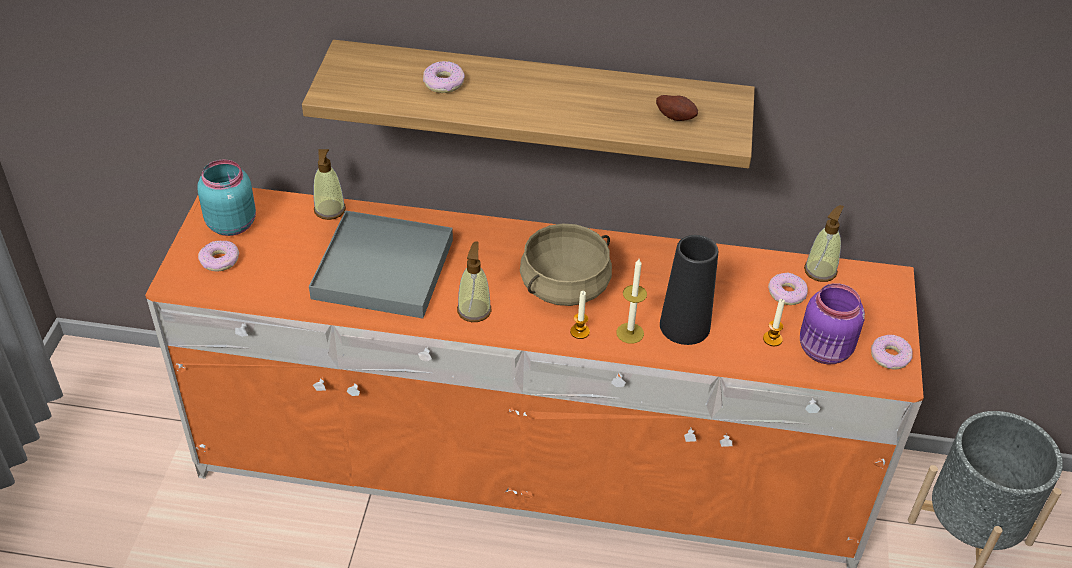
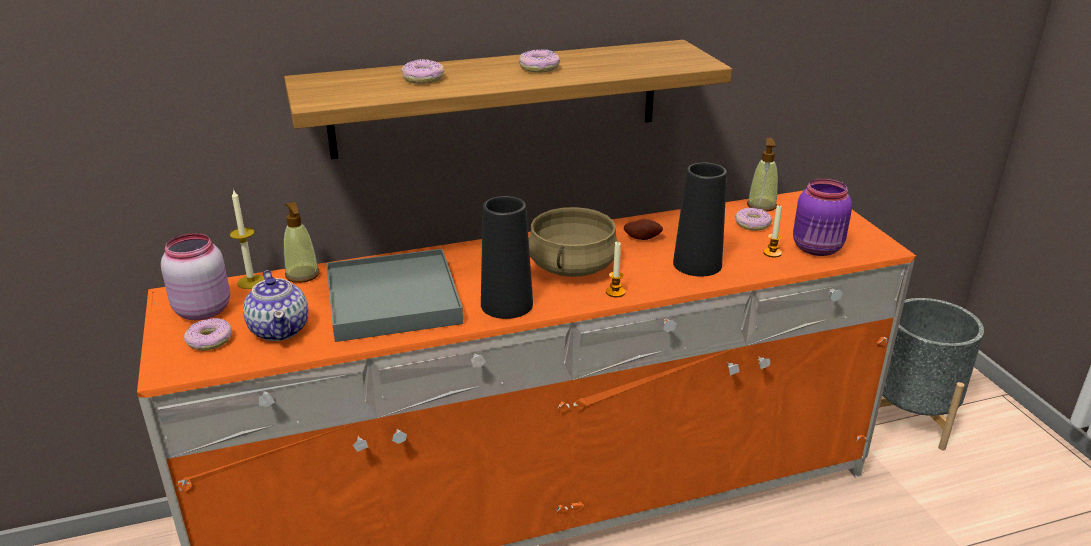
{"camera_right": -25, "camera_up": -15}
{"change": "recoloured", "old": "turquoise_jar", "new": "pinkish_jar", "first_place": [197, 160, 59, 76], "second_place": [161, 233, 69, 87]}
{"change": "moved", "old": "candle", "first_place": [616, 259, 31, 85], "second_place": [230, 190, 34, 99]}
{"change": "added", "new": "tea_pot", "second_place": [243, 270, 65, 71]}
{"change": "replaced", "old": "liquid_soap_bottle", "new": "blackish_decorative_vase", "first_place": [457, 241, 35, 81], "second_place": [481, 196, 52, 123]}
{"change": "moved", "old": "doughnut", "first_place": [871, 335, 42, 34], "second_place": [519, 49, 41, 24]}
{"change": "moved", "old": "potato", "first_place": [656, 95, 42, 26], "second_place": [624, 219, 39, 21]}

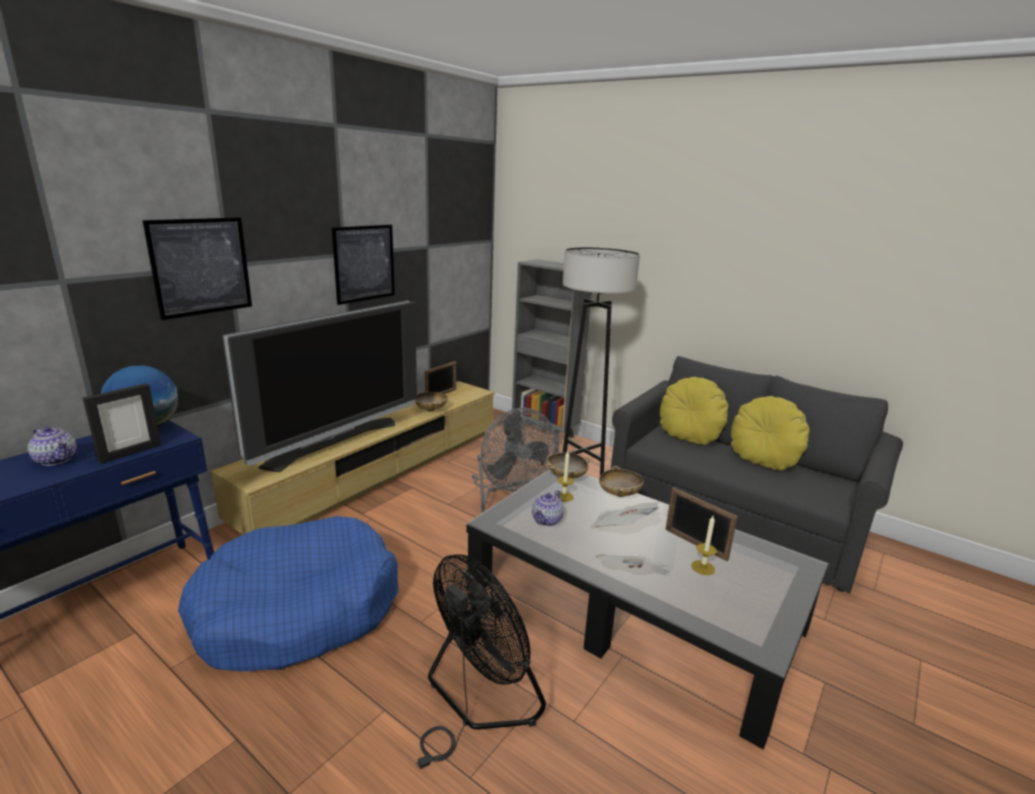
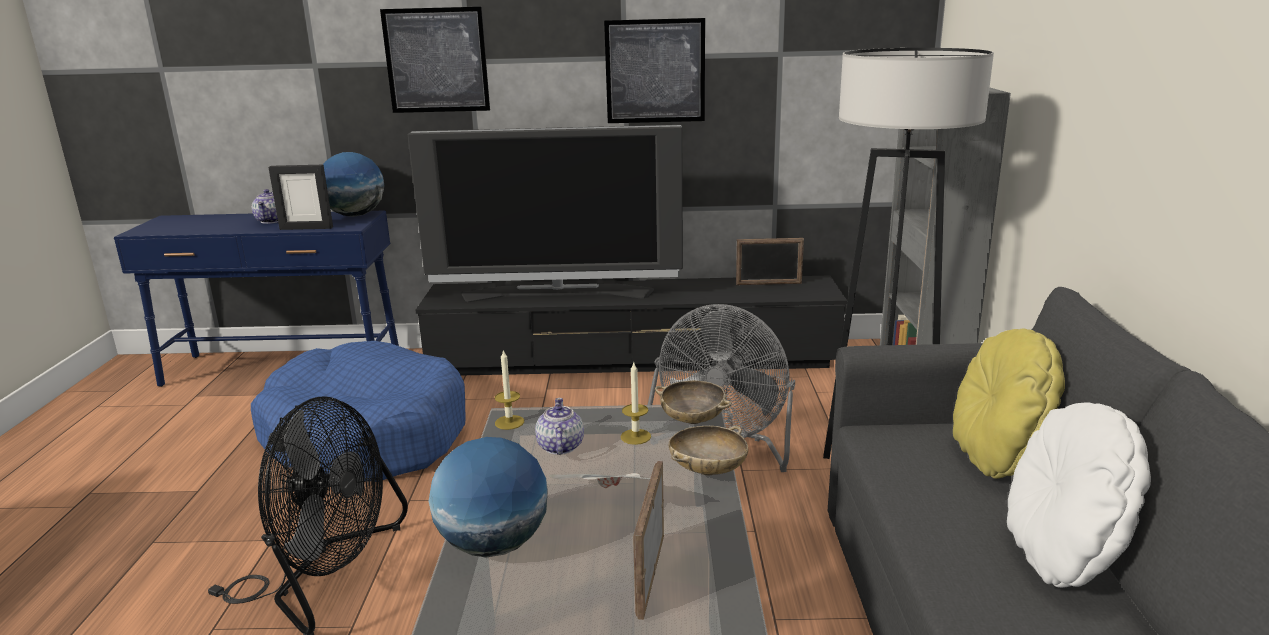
{"camera_right": 55, "camera_up": 0}
{"change": "recoloured", "old": "beige-coloured_tv_stand", "new": "blackish_tv_stand", "first_place": [211, 381, 283, 154], "second_place": [416, 276, 431, 100]}
{"change": "replaced", "old": "newspaper", "new": "desk_globe", "first_place": [595, 554, 74, 14], "second_place": [429, 437, 119, 121]}
{"change": "moved", "old": "candle", "first_place": [691, 516, 26, 59], "second_place": [495, 349, 29, 81]}
{"change": "turned", "old": "tea_pot", "first_place": [532, 490, 32, 36], "second_place": [535, 398, 49, 57], "degrees": 90}
{"change": "recoloured", "old": "yellowish_pillow", "new": "whitish_pillow", "first_place": [731, 396, 78, 75], "second_place": [1007, 402, 144, 186]}
{"change": "removed", "old": "beige-coloured_serving_bowl", "first_place": [415, 391, 32, 20]}

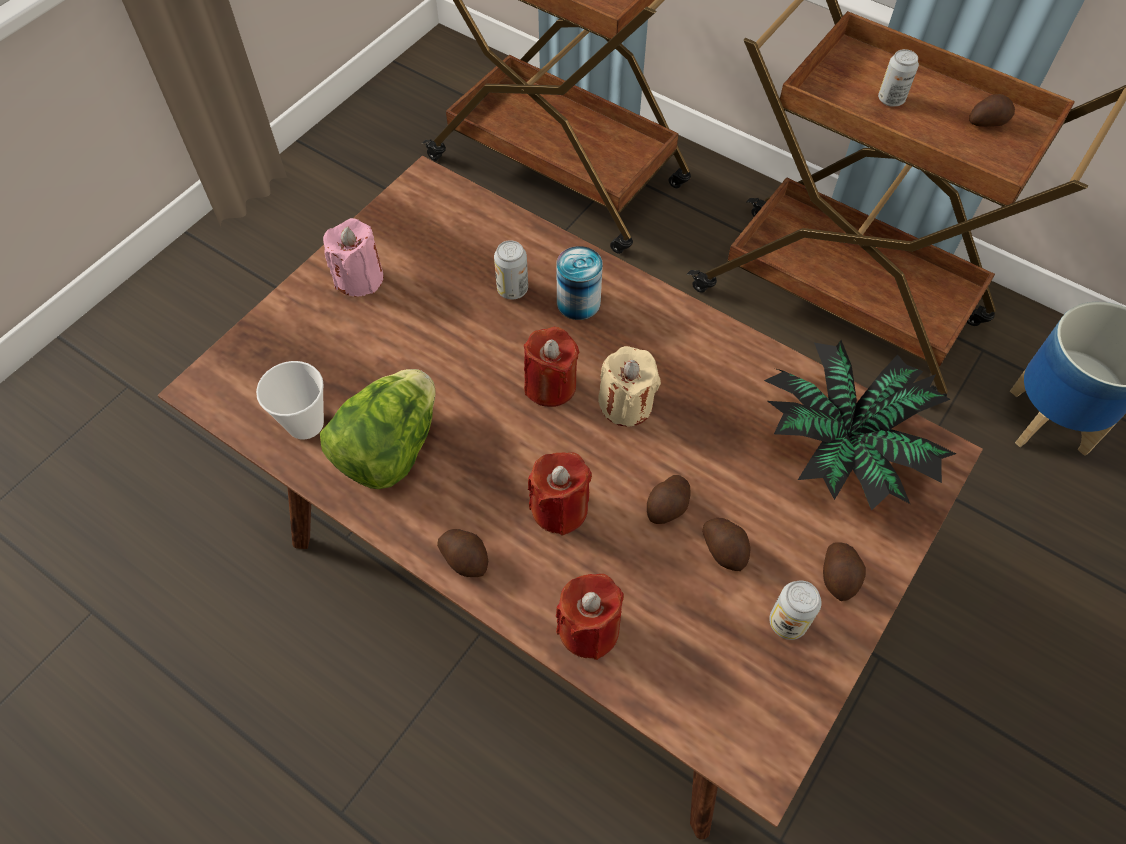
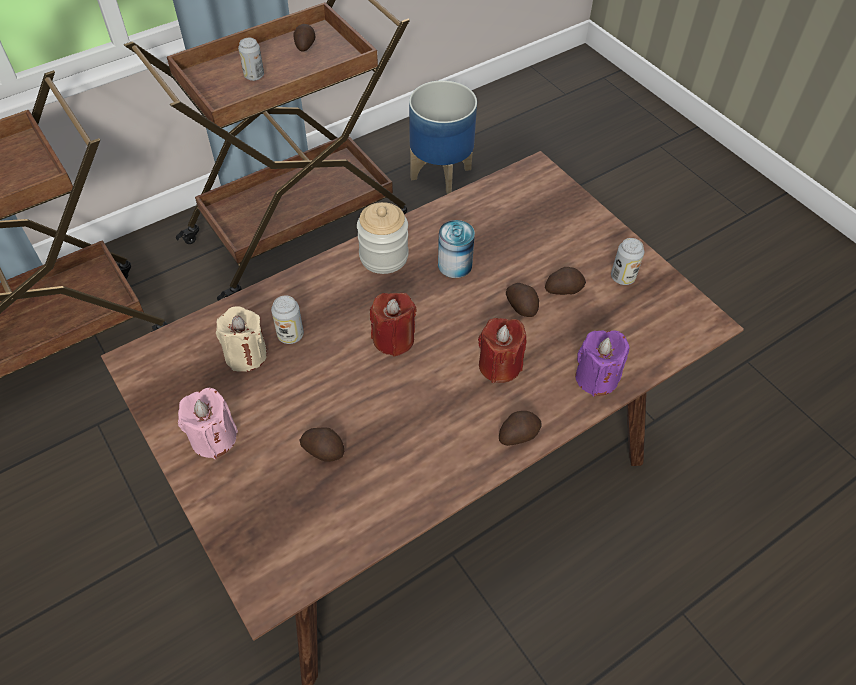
{"camera_right": -70, "camera_up": -5}
{"change": "moved", "old": "beige-coloured_candle", "first_place": [598, 346, 63, 81], "second_place": [216, 307, 51, 65]}
{"change": "moved", "old": "potato", "first_place": [823, 542, 43, 59], "second_place": [299, 427, 45, 35]}
{"change": "added", "new": "jar", "second_place": [357, 202, 52, 72]}
{"change": "moved", "old": "can", "first_place": [557, 246, 46, 74], "second_place": [438, 220, 37, 58]}
{"change": "recoloured", "old": "reddish_candle", "new": "purplish_candle", "first_place": [556, 574, 68, 86], "second_place": [575, 330, 54, 67]}
{"change": "removed", "old": "drinking_cup", "first_place": [256, 361, 68, 79]}
{"change": "removed", "old": "head_of_lettuce", "first_place": [320, 369, 116, 120]}
{"change": "removed", "old": "houseplant", "first_place": [764, 340, 192, 171]}

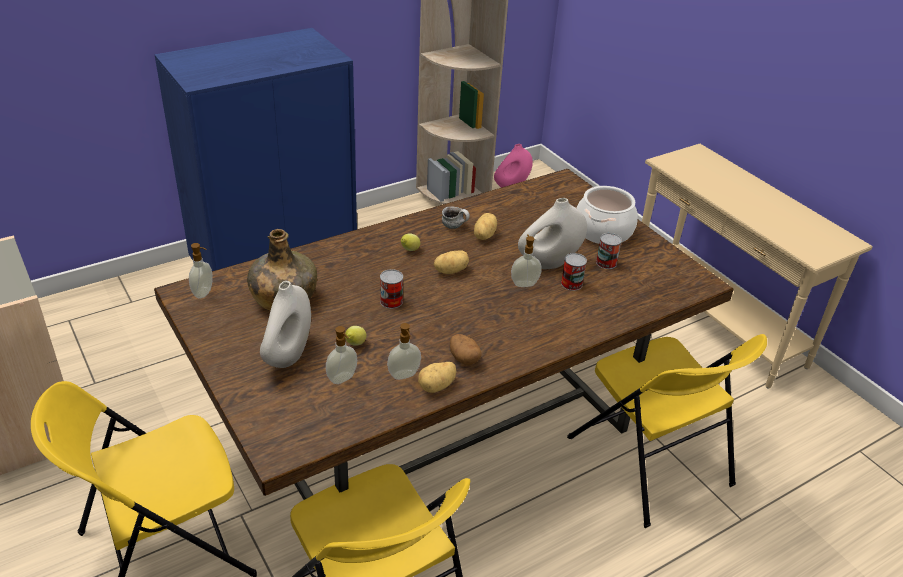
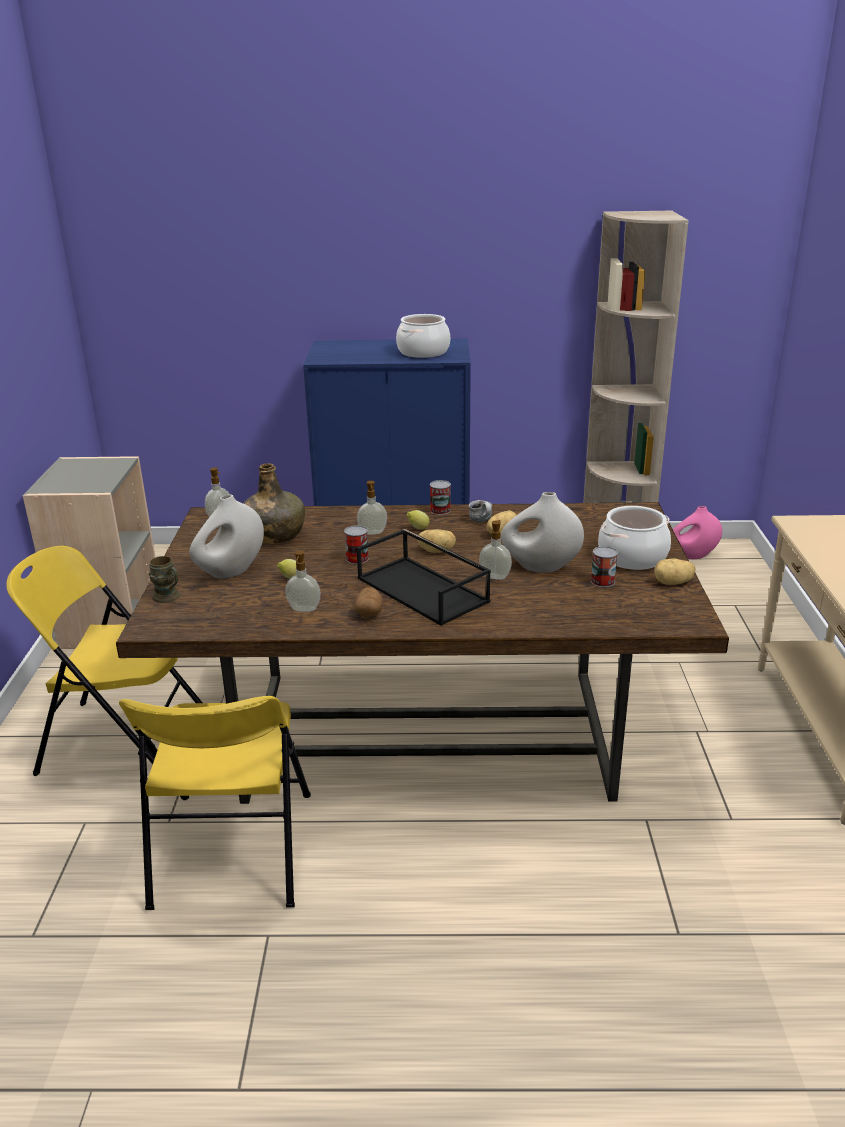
{"camera_right": 35, "camera_up": -10}
{"change": "added", "new": "brown-coloured_coffee_mug", "second_place": [149, 556, 31, 47]}
{"change": "moved", "old": "liquid_soap_bottle", "first_place": [326, 326, 31, 58], "second_place": [357, 481, 30, 54]}
{"change": "added", "new": "blackish_tray", "second_place": [357, 529, 134, 97]}
{"change": "added", "new": "saucepot", "second_place": [396, 314, 54, 44]}
{"change": "moved", "old": "can", "first_place": [561, 253, 26, 38], "second_place": [430, 480, 21, 35]}
{"change": "moved", "old": "potato", "first_place": [418, 362, 39, 31], "second_place": [654, 558, 41, 27]}
{"change": "removed", "old": "yellowish_plain_chair", "first_place": [567, 334, 200, 194]}

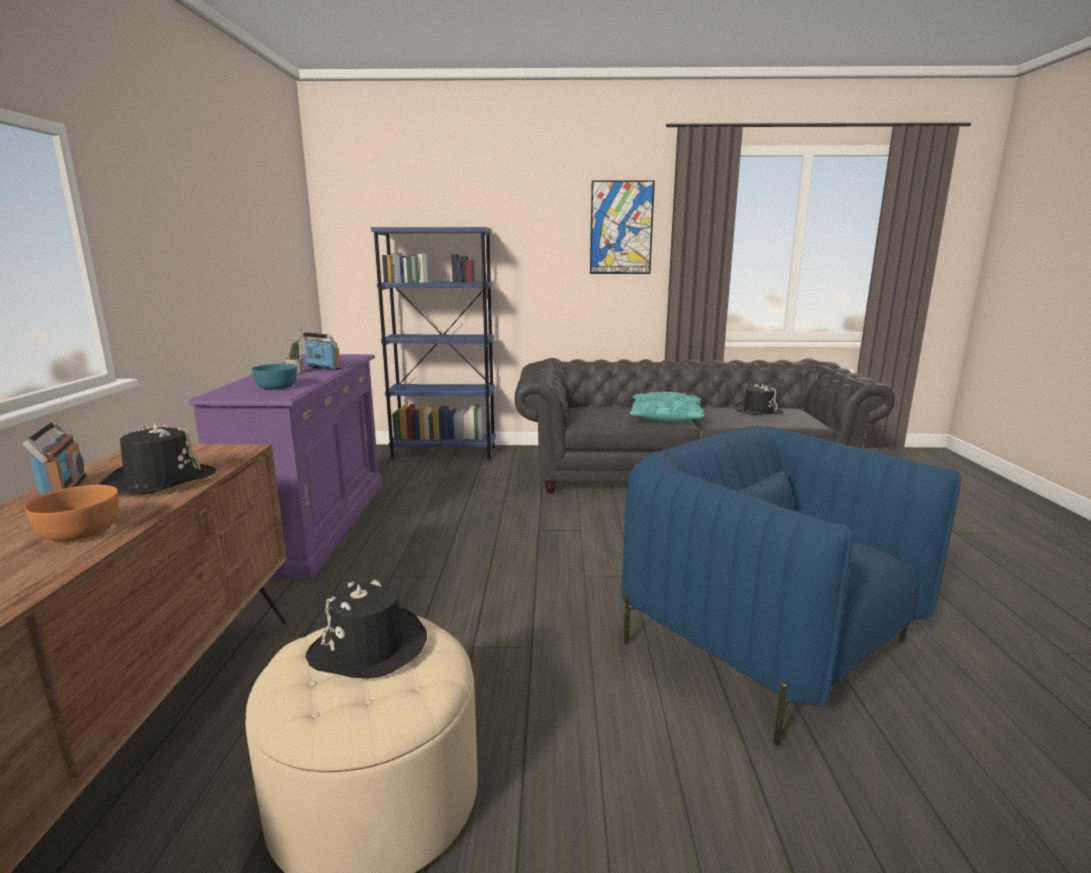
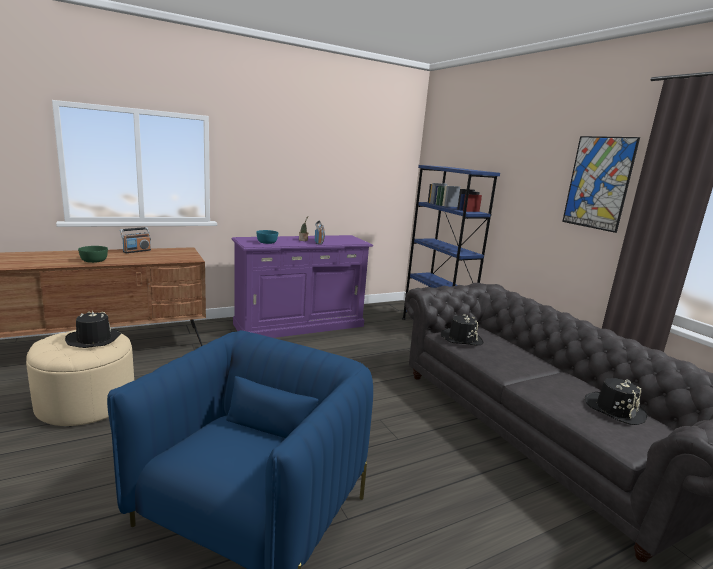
{"camera_right": 60, "camera_up": 0}
{"change": "recoloured", "old": "orange-coloured_serving_bowl", "new": "green-coloured_serving_bowl", "first_place": [25, 485, 93, 57], "second_place": [78, 246, 30, 17]}
{"change": "moved", "old": "blackish_wearable_hat", "first_place": [99, 422, 117, 73], "second_place": [441, 314, 42, 31]}
{"change": "removed", "old": "turquoise_pillow", "first_place": [630, 391, 75, 31]}

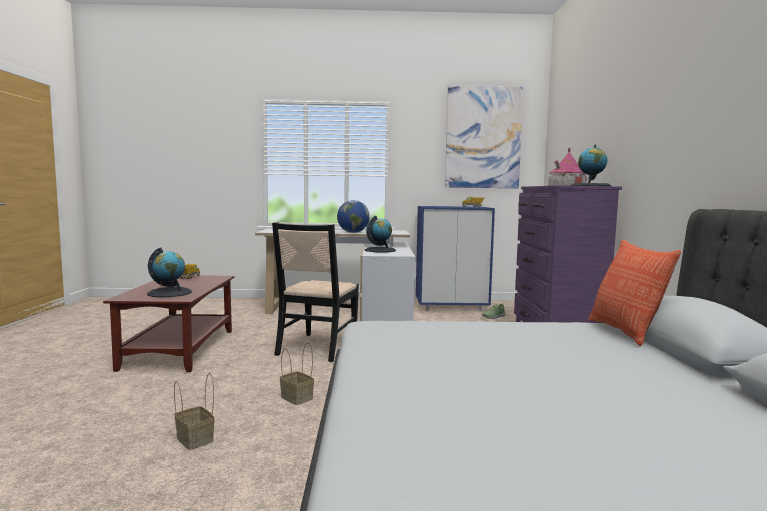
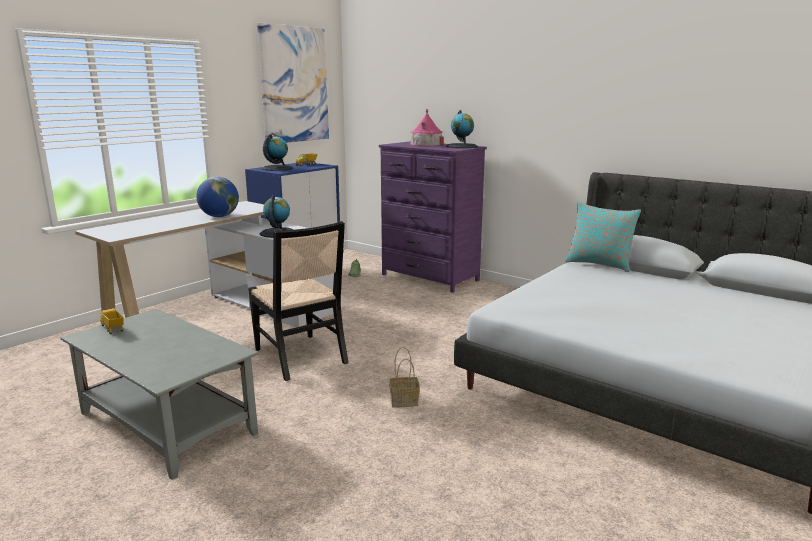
{"camera_right": -50, "camera_up": 10}
{"change": "recoloured", "old": "brown-coloured_coffee_table", "new": "greyish_coffee_table", "first_place": [103, 275, 131, 97], "second_place": [61, 309, 197, 171]}
{"change": "moved", "old": "desk_globe", "first_place": [147, 248, 45, 49], "second_place": [262, 134, 31, 37]}
{"change": "recoloured", "old": "orange-coloured_pillow", "new": "turquoise_pillow", "first_place": [588, 239, 93, 107], "second_place": [565, 202, 76, 70]}
{"change": "removed", "old": "basket", "first_place": [174, 373, 40, 77]}

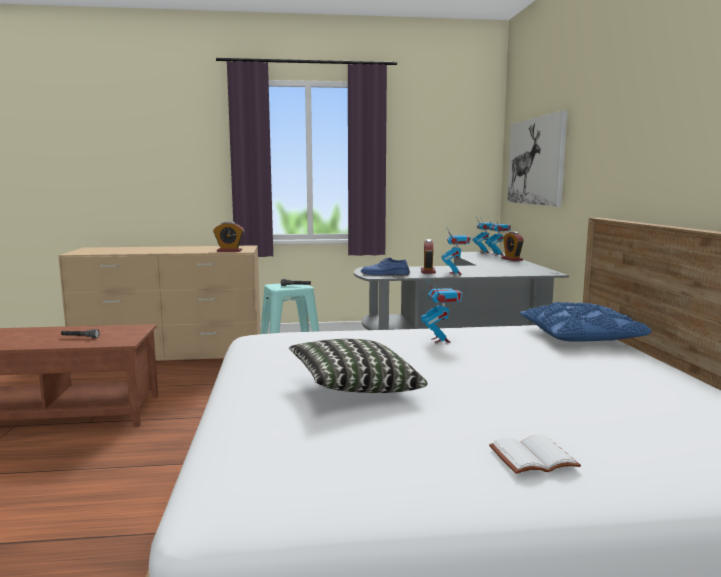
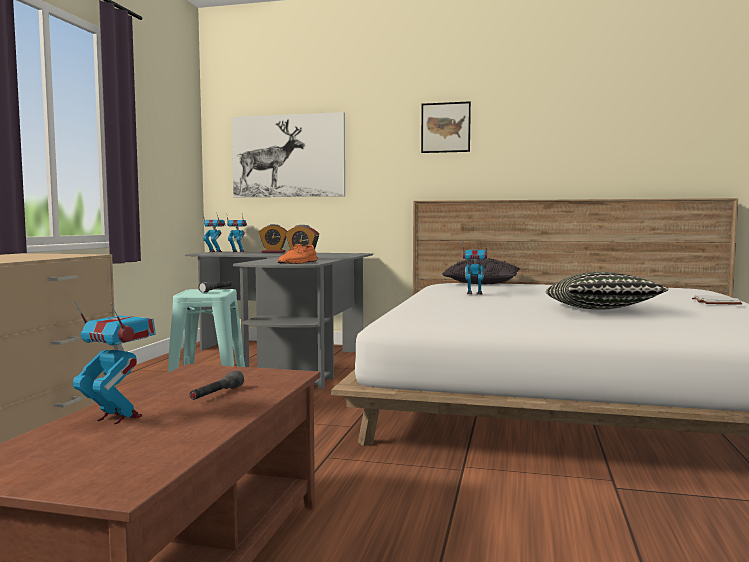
{"camera_right": -70, "camera_up": -5}
{"change": "moved", "old": "robot_figure", "first_place": [441, 227, 30, 48], "second_place": [73, 301, 83, 123]}
{"change": "recoloured", "old": "blue-coloured_low_shoe", "new": "orange-coloured_low_shoe", "first_place": [361, 258, 49, 18], "second_place": [278, 244, 39, 20]}
{"change": "added", "new": "picture", "second_place": [421, 101, 50, 52]}
{"change": "recoloured", "old": "blue-coloured_pillow", "new": "blackish_pillow", "first_place": [520, 302, 132, 40], "second_place": [442, 258, 78, 26]}
{"change": "removed", "old": "alarm_clock", "first_place": [213, 222, 31, 30]}

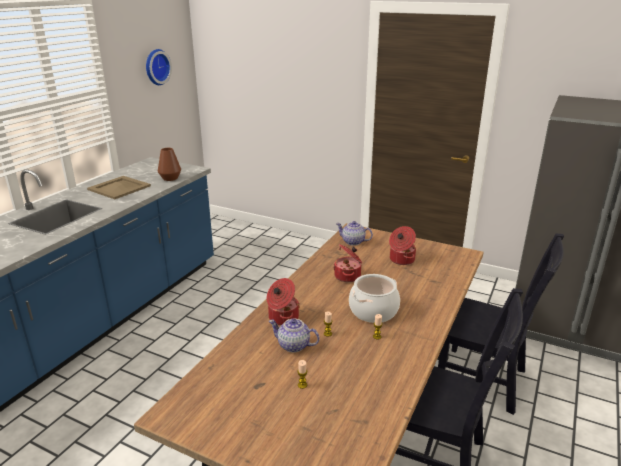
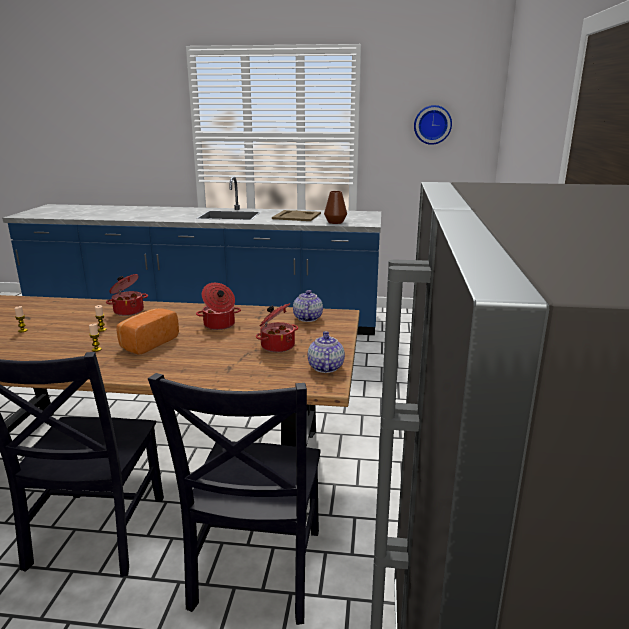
{"camera_right": 70, "camera_up": -5}
{"change": "replaced", "old": "saucepot", "new": "baked_bread", "first_place": [349, 274, 51, 49], "second_place": [116, 308, 63, 46]}
{"change": "moved", "old": "tea_pot", "first_place": [269, 319, 51, 34], "second_place": [308, 331, 37, 42]}

